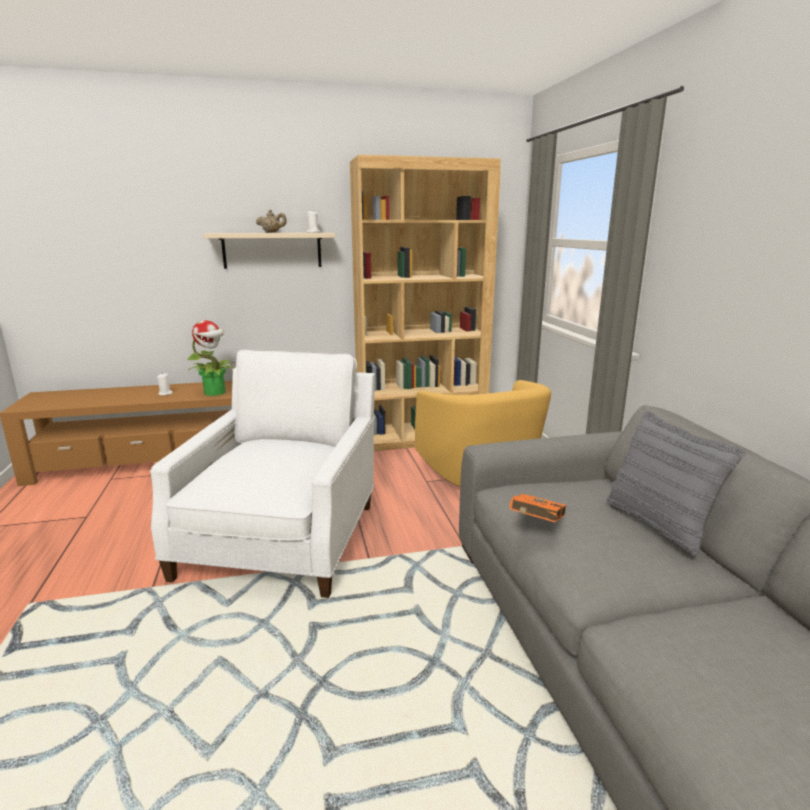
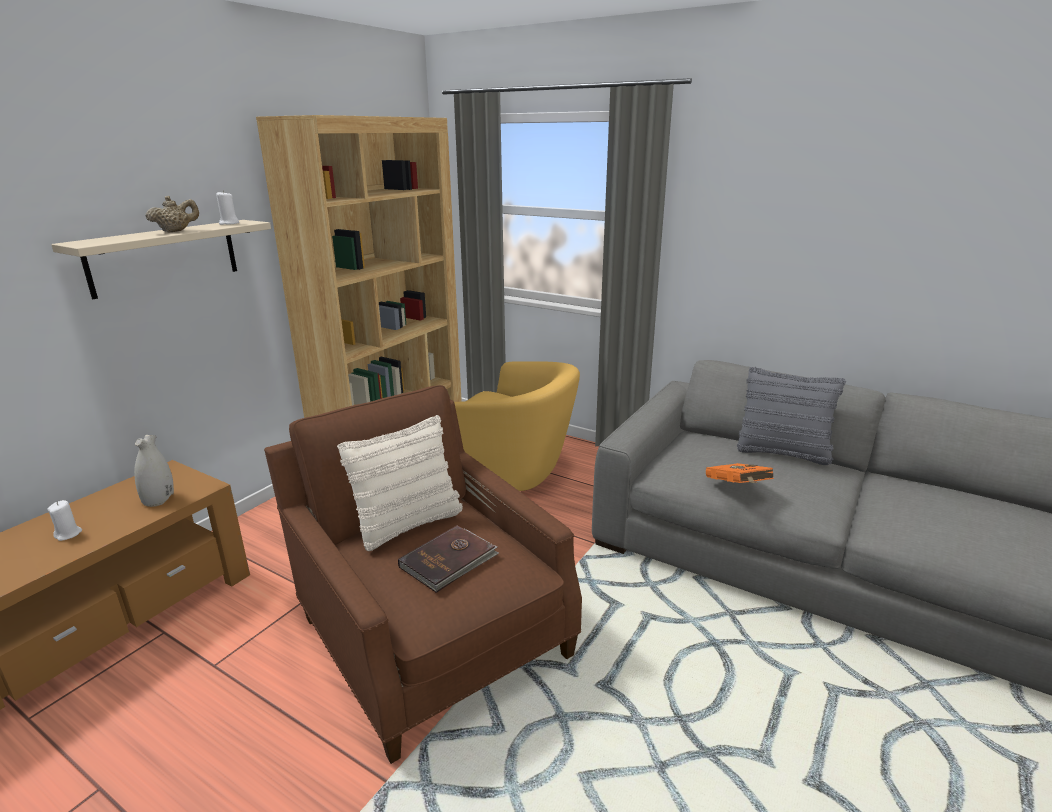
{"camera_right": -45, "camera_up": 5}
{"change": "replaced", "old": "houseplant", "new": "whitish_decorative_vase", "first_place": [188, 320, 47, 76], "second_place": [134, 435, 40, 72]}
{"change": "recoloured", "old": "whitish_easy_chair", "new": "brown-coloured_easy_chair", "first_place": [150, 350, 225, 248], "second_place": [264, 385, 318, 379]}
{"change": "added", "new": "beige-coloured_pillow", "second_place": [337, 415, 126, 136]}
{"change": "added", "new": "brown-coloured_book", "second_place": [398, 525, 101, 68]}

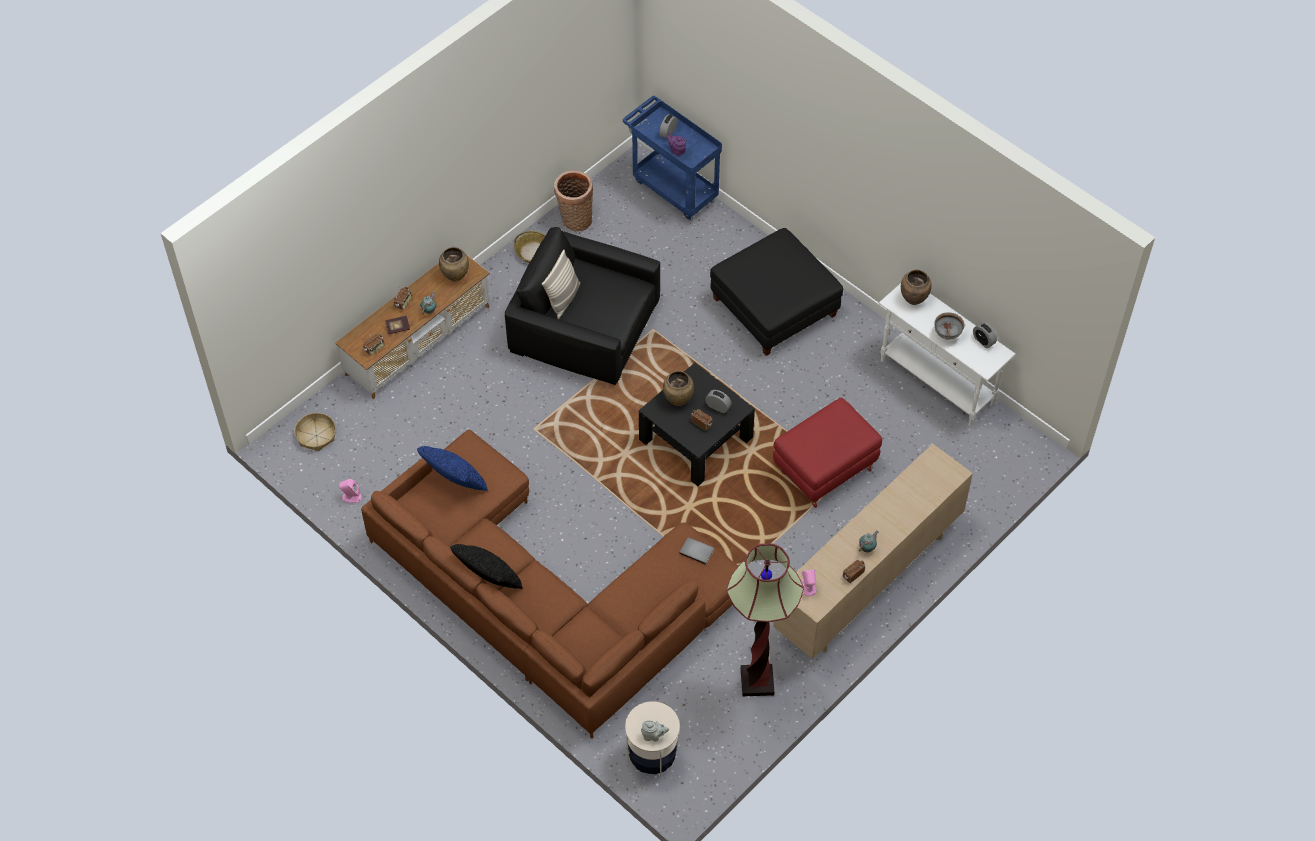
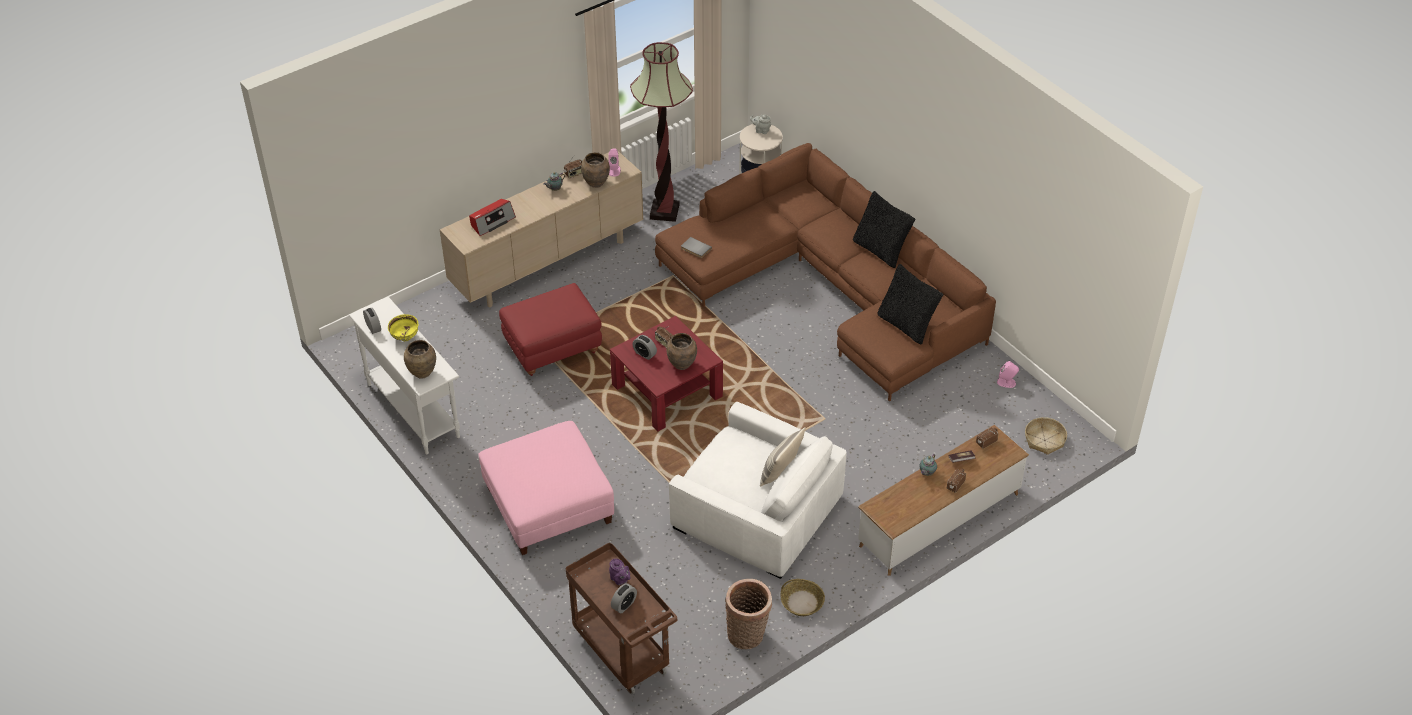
{"camera_right": -170, "camera_up": -10}
{"change": "recoloured", "old": "greyish_serving_bowl", "new": "yellowish_serving_bowl", "first_place": [934, 312, 31, 28], "second_place": [388, 314, 31, 27]}
{"change": "added", "new": "radio_set", "second_place": [469, 199, 47, 37]}
{"change": "recoloured", "old": "blackish_pouffe", "new": "pinkish_pouffe", "first_place": [710, 228, 133, 128], "second_place": [479, 421, 135, 134]}
{"change": "recoloured", "old": "blue-coloured_cart", "new": "brown-coloured_cart", "first_place": [623, 96, 99, 125], "second_place": [566, 543, 111, 152]}
{"change": "moved", "old": "brown-coloured_decorative_vase", "first_place": [439, 247, 30, 35], "second_place": [581, 152, 29, 36]}
{"change": "recoloured", "old": "blackish_coffee_table", "new": "reddish_coffee_table", "first_place": [639, 363, 116, 123], "second_place": [610, 316, 113, 115]}
{"change": "recoloured", "old": "blackish_easy_chair", "new": "whitish_easy_chair", "first_place": [505, 227, 155, 158], "second_place": [669, 402, 177, 177]}
{"change": "recoloured", "old": "blue-coloured_pillow", "new": "blackish_pillow", "first_place": [417, 446, 71, 45], "second_place": [877, 264, 67, 80]}

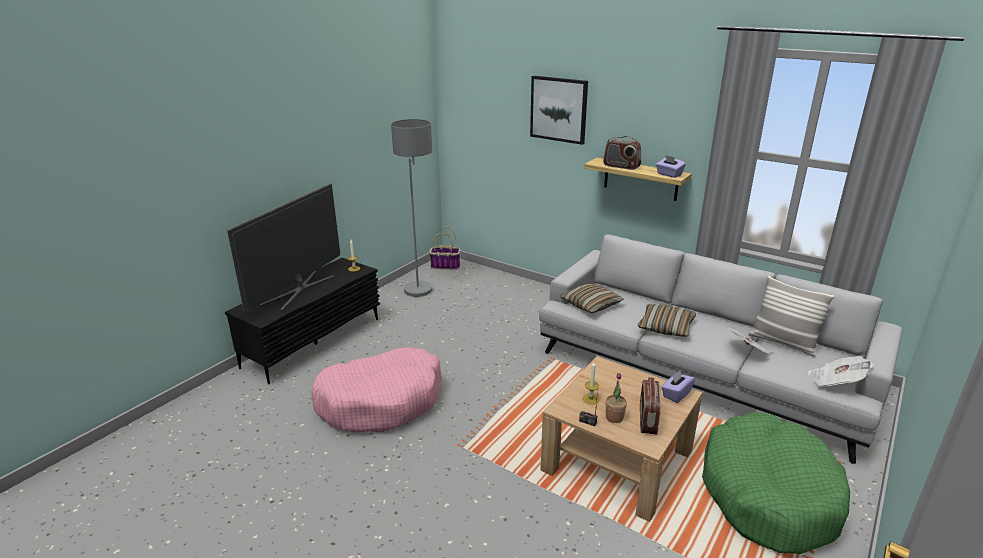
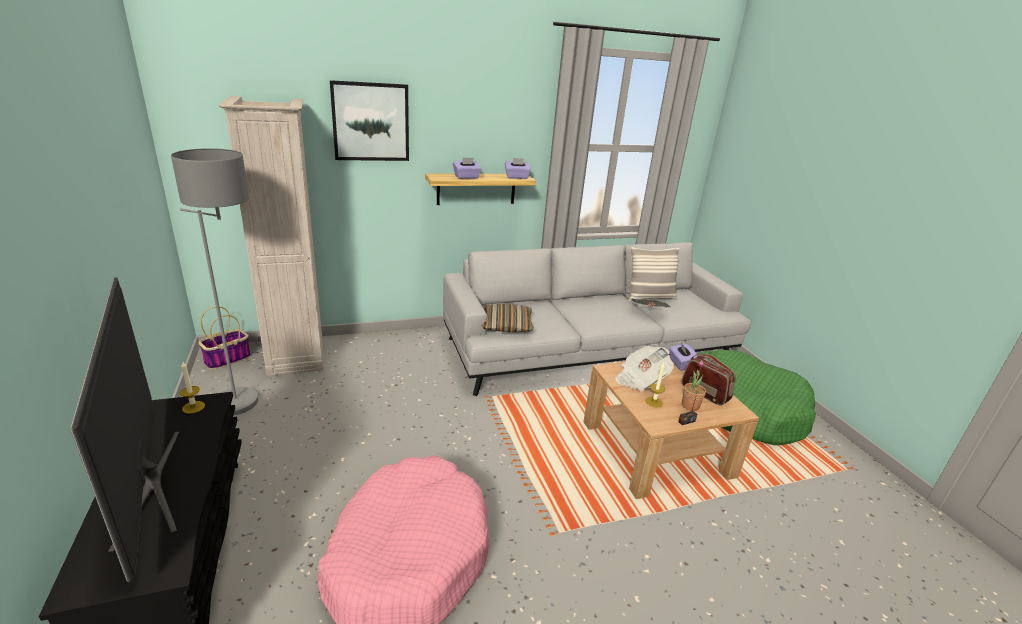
{"camera_right": -55, "camera_up": 0}
{"change": "added", "new": "beige-coloured_cabinet", "second_place": [219, 96, 104, 280]}
{"change": "replaced", "old": "radio_set", "new": "purplish_box_of_tissues", "first_place": [603, 136, 38, 34], "second_place": [453, 158, 29, 21]}
{"change": "moved", "old": "newspaper", "first_place": [807, 356, 67, 31], "second_place": [615, 346, 59, 45]}
{"change": "removed", "old": "pillow", "first_place": [638, 304, 58, 33]}

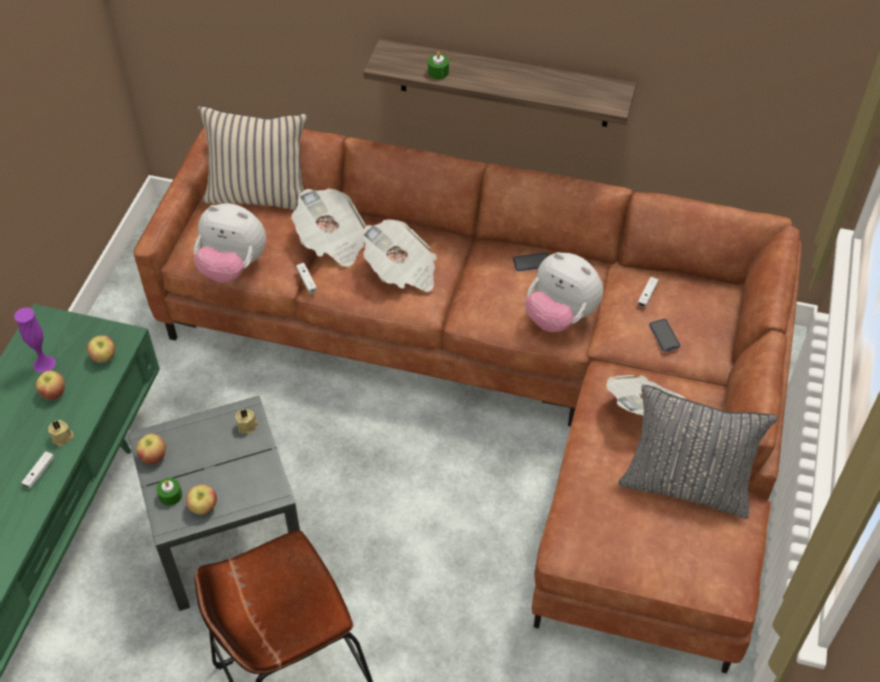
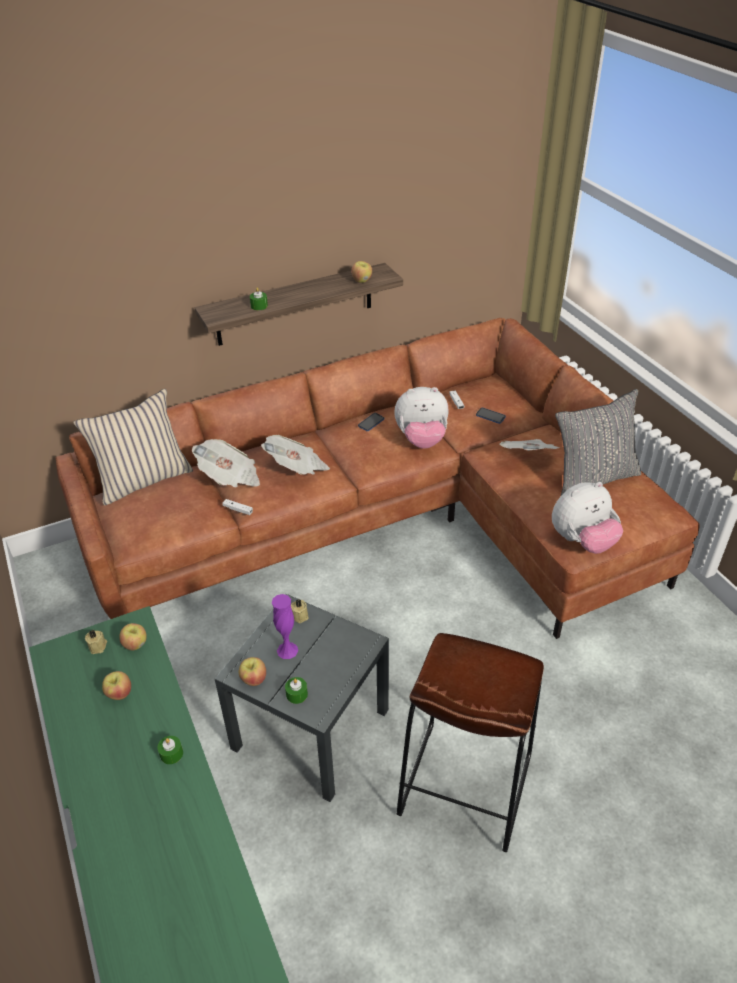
{"camera_right": -40, "camera_up": -10}
{"change": "moved", "old": "beige-coloured_candle", "first_place": [48, 420, 26, 27], "second_place": [85, 630, 22, 24]}
{"change": "replaced", "old": "whitish_joypad", "new": "green-coloured_candle", "first_place": [21, 451, 33, 37], "second_place": [158, 736, 25, 28]}
{"change": "moved", "old": "purplish_decorative_vase", "first_place": [14, 307, 41, 66], "second_place": [272, 594, 26, 65]}
{"change": "moved", "old": "whole_apple", "first_place": [186, 484, 31, 31], "second_place": [351, 261, 21, 22]}
{"change": "moved", "old": "cuddly_toy", "first_place": [194, 203, 72, 80], "second_place": [552, 482, 71, 72]}

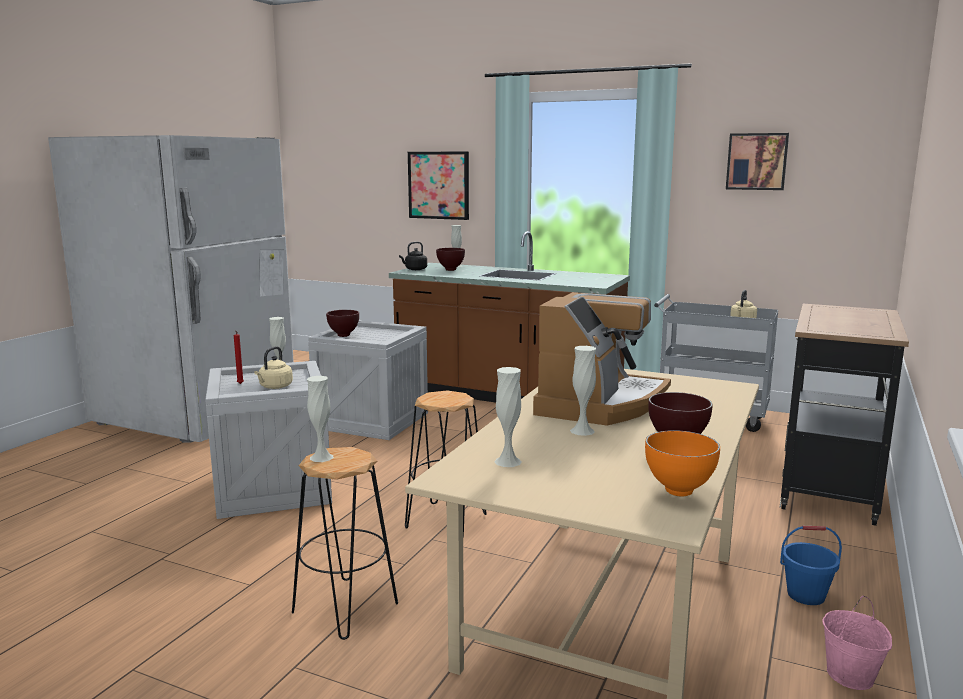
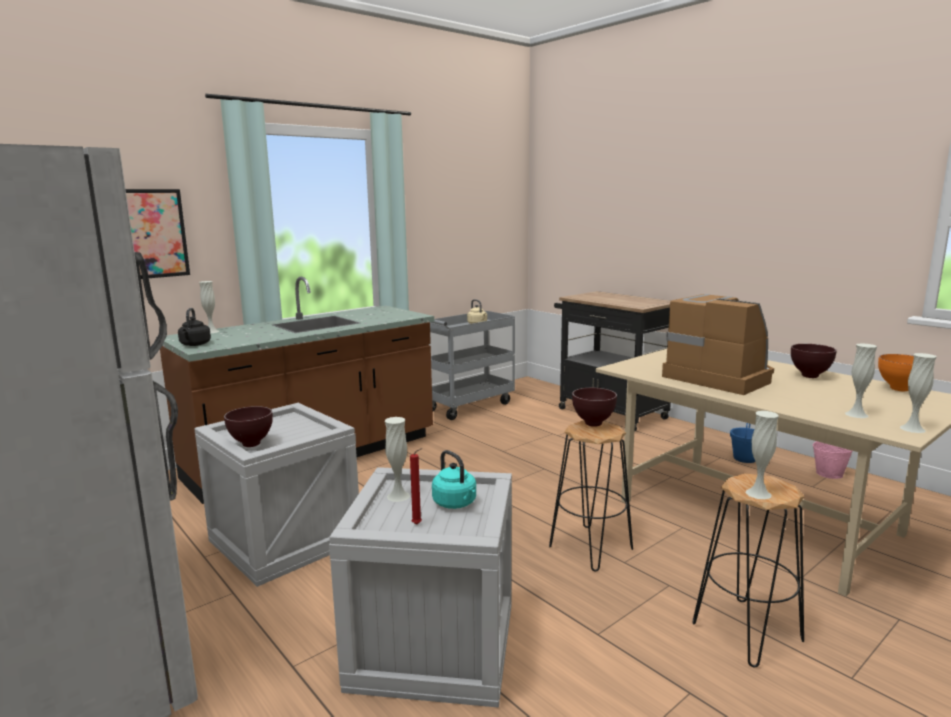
{"camera_right": -65, "camera_up": 0}
{"change": "recoloured", "old": "beige-coloured_tea_kettle", "new": "turquoise_tea_kettle", "first_place": [254, 346, 39, 43], "second_place": [432, 450, 44, 59]}
{"change": "moved", "old": "brown-coloured_serving_bowl", "first_place": [436, 248, 29, 23], "second_place": [572, 388, 45, 39]}
{"change": "moved", "old": "whitish_decorative_vase", "first_place": [570, 346, 26, 90], "second_place": [900, 353, 37, 80]}
{"change": "removed", "old": "picture", "first_place": [726, 133, 63, 57]}

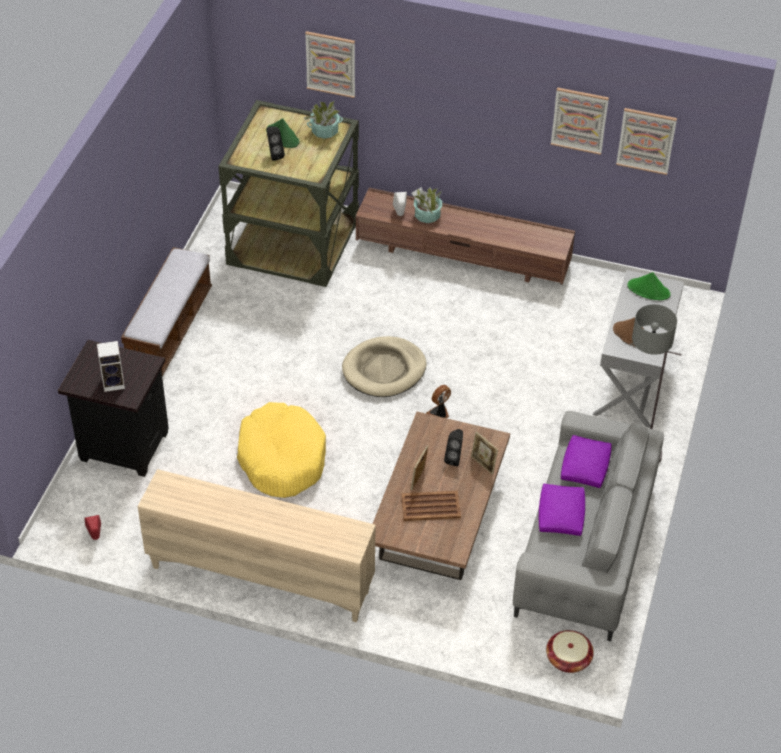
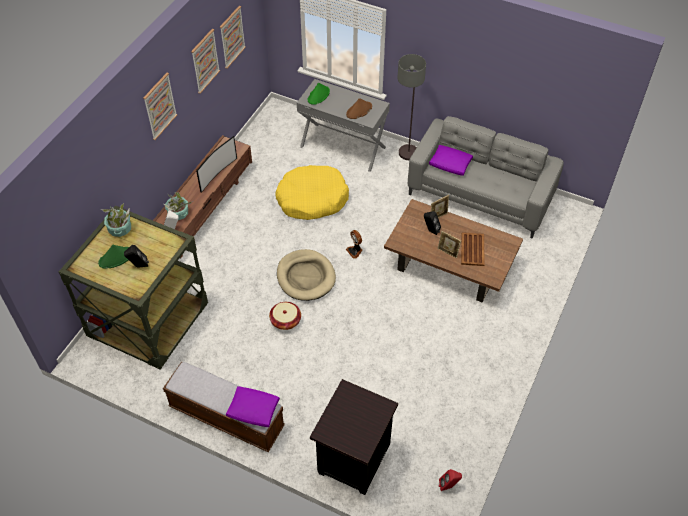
{"camera_right": -80, "camera_up": 5}
{"change": "moved", "old": "picture", "first_place": [305, 31, 50, 67], "second_place": [143, 73, 34, 67]}
{"change": "added", "new": "television", "second_place": [196, 136, 41, 57]}
{"change": "moved", "old": "purplish_pillow", "first_place": [539, 484, 46, 52], "second_place": [226, 386, 54, 41]}
{"change": "moved", "old": "basket", "first_place": [546, 630, 48, 43], "second_place": [269, 302, 32, 28]}
{"change": "moved", "old": "yellowish_pet_bed", "first_place": [237, 402, 89, 96], "second_place": [275, 165, 74, 55]}
{"change": "removed", "old": "speaker", "first_place": [97, 341, 28, 51]}
{"change": "removed", "old": "beige-coloured_drawer_chest", "first_place": [138, 469, 238, 153]}

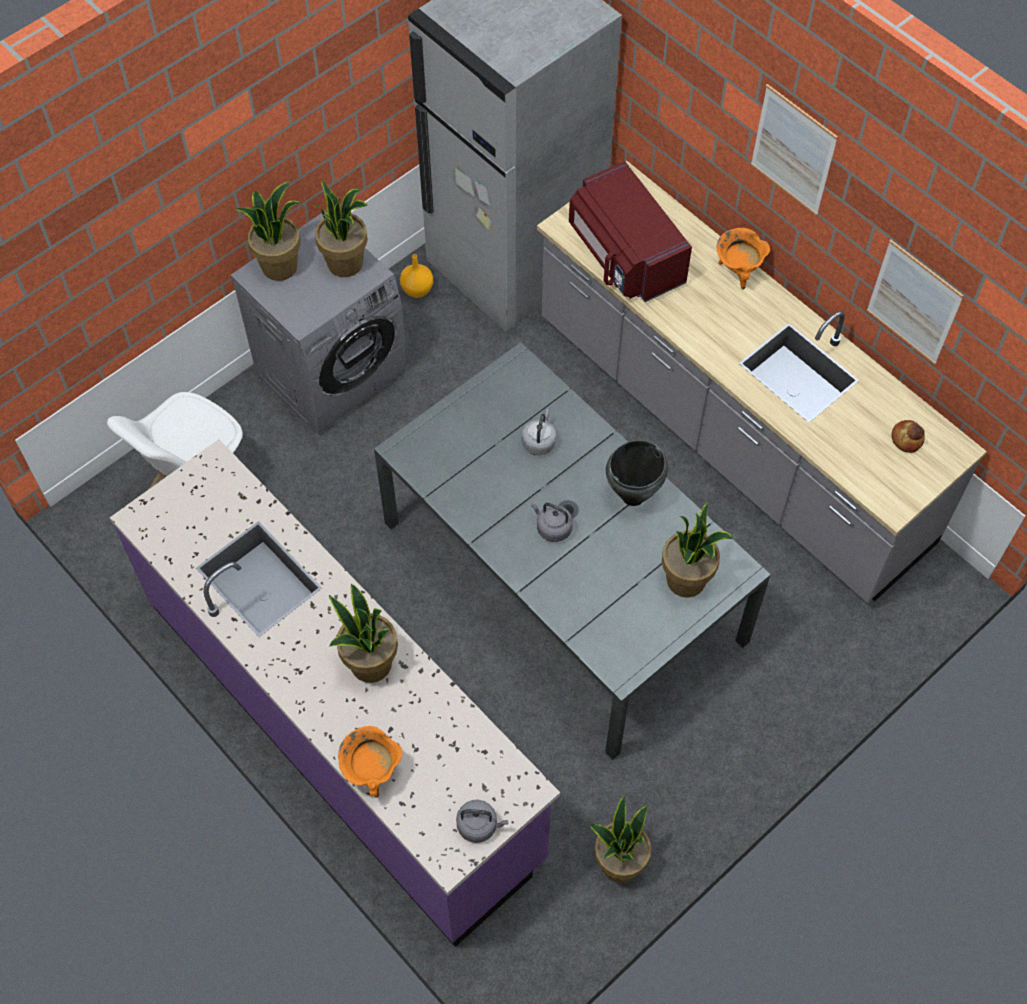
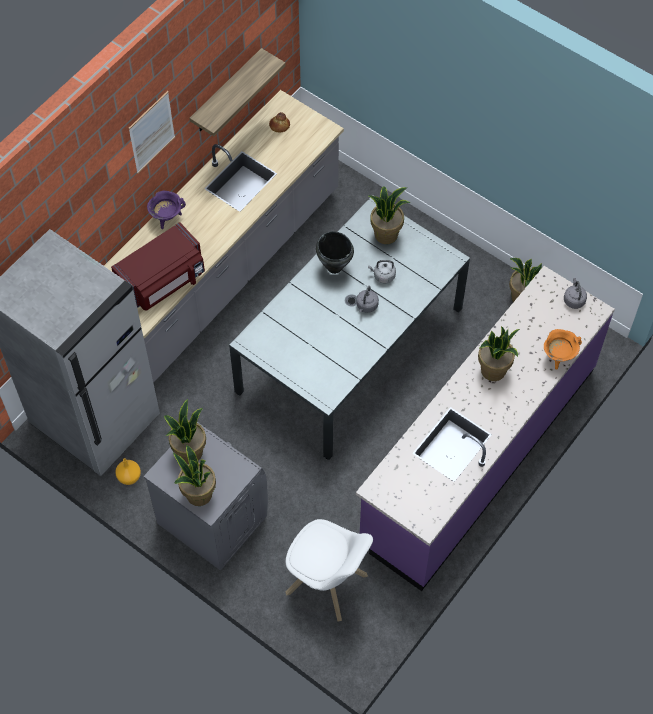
{"camera_right": -100, "camera_up": 0}
{"change": "recoloured", "old": "orange-coloured_saucepot", "new": "purplish_saucepot", "first_place": [717, 228, 53, 61], "second_place": [147, 191, 39, 38]}
{"change": "replaced", "old": "picture", "new": "bracket_shelf", "first_place": [867, 239, 97, 126], "second_place": [189, 48, 97, 88]}
{"change": "moved", "old": "greyish_tea_kettle", "first_place": [522, 409, 34, 46], "second_place": [368, 260, 28, 24]}

